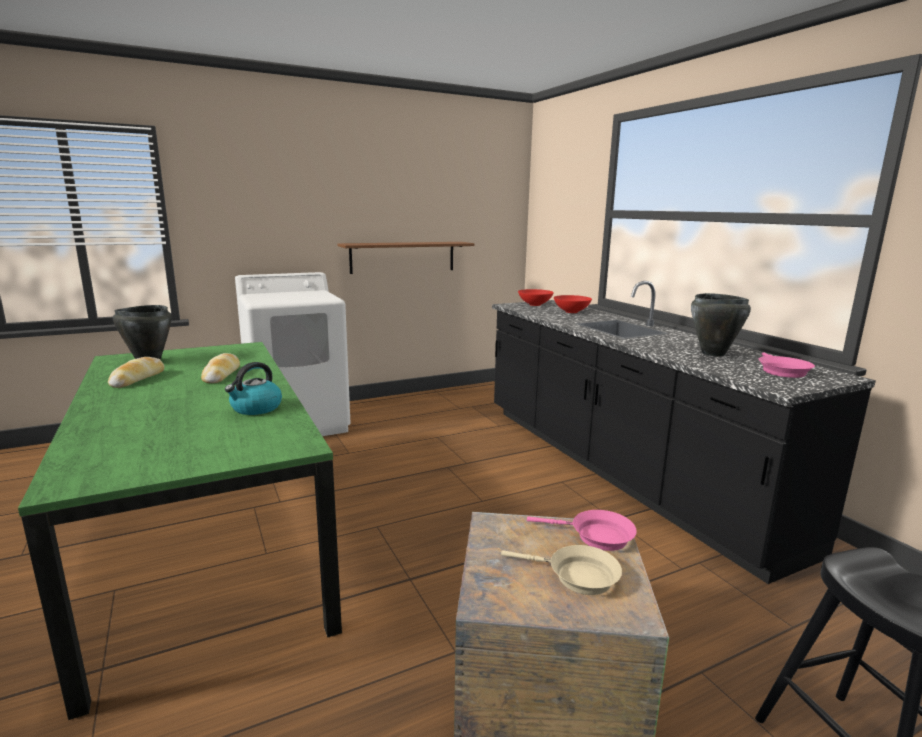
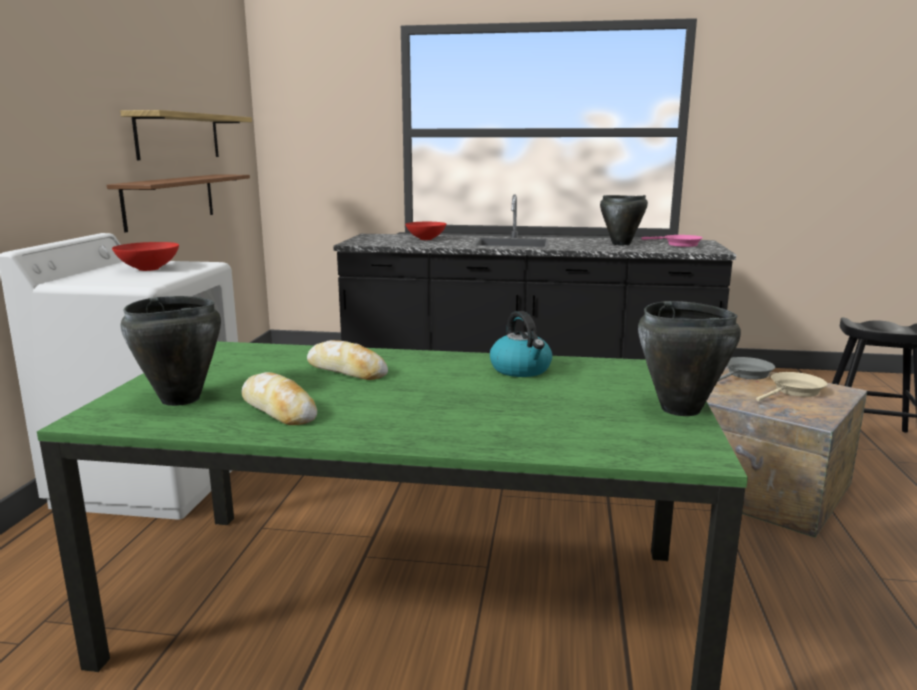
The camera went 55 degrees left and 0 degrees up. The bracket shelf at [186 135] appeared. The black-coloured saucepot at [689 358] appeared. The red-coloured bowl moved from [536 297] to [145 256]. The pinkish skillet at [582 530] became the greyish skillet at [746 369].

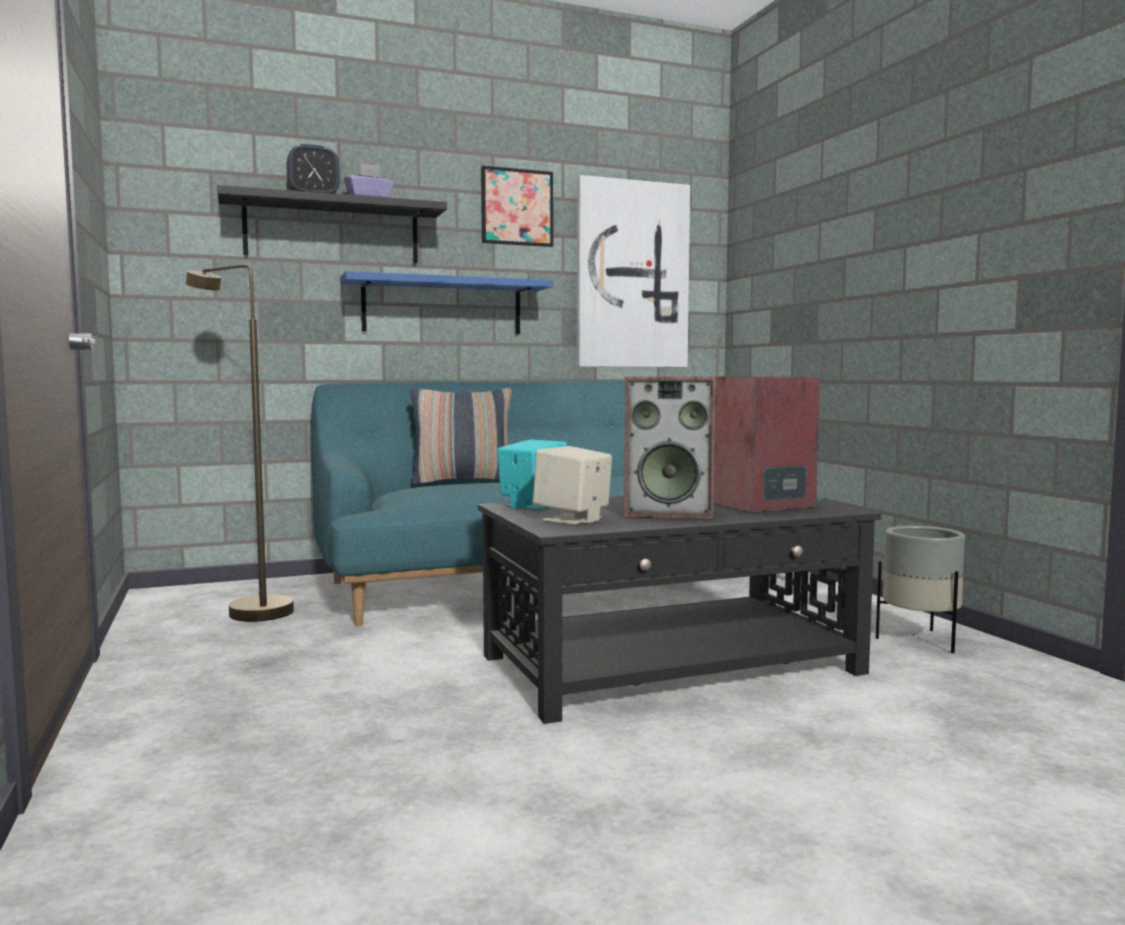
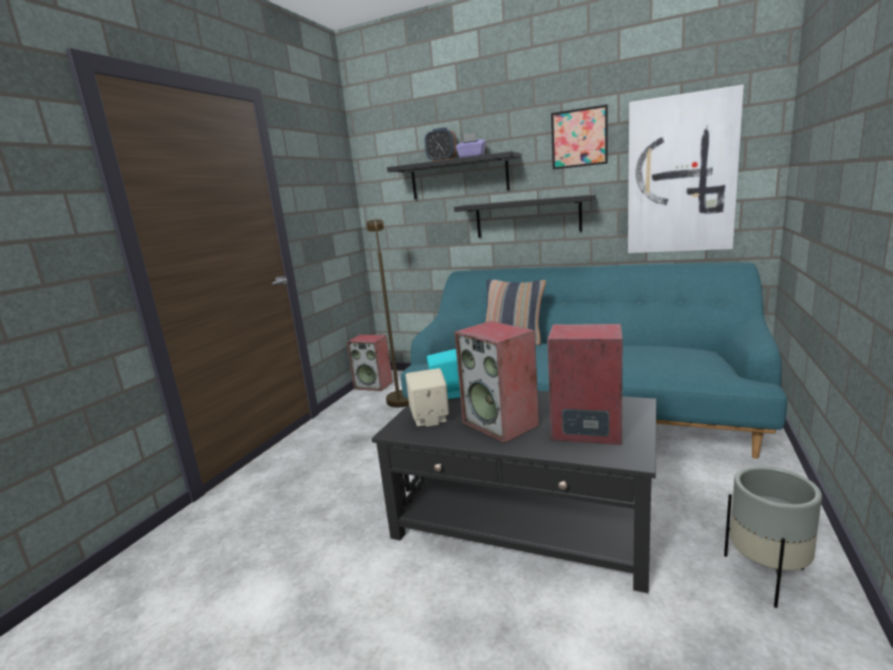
The camera went 45 degrees right and 10 degrees up. The speaker at [370 363] appeared. The blue bracket shelf at [446 302] became the black-coloured bracket shelf at [525 216].

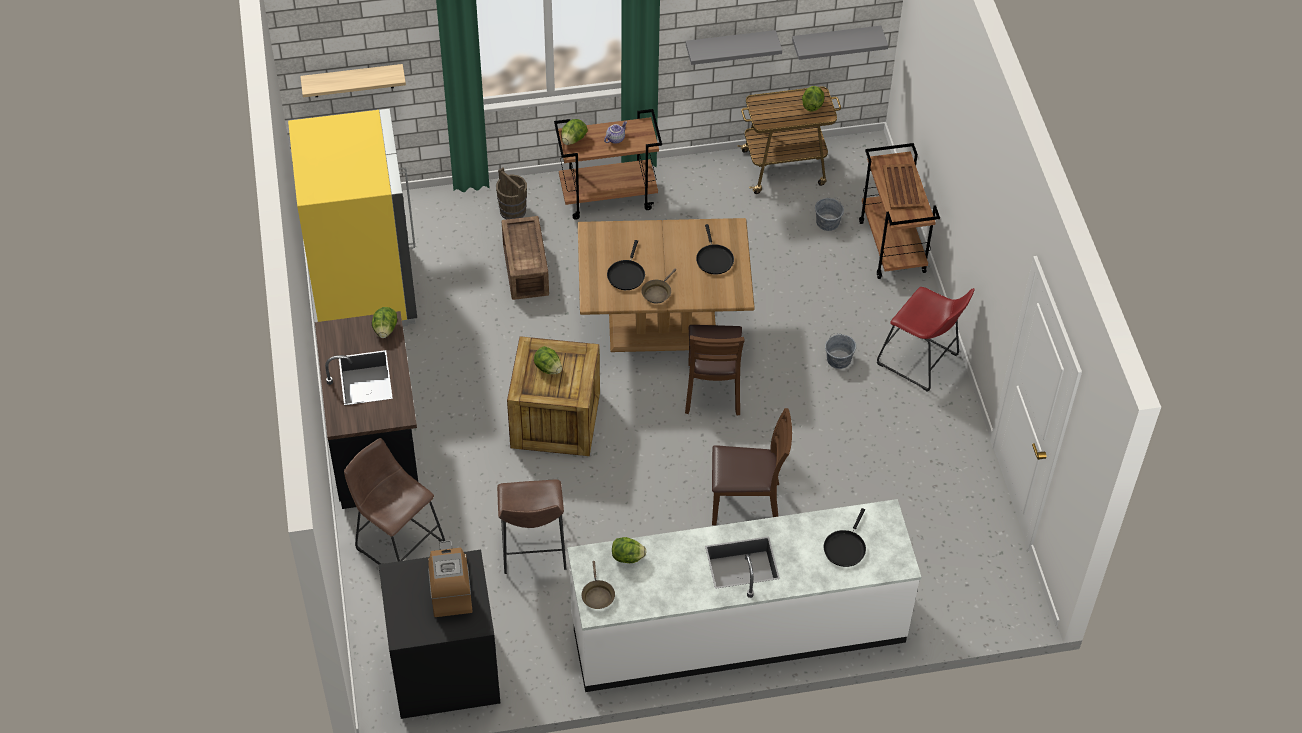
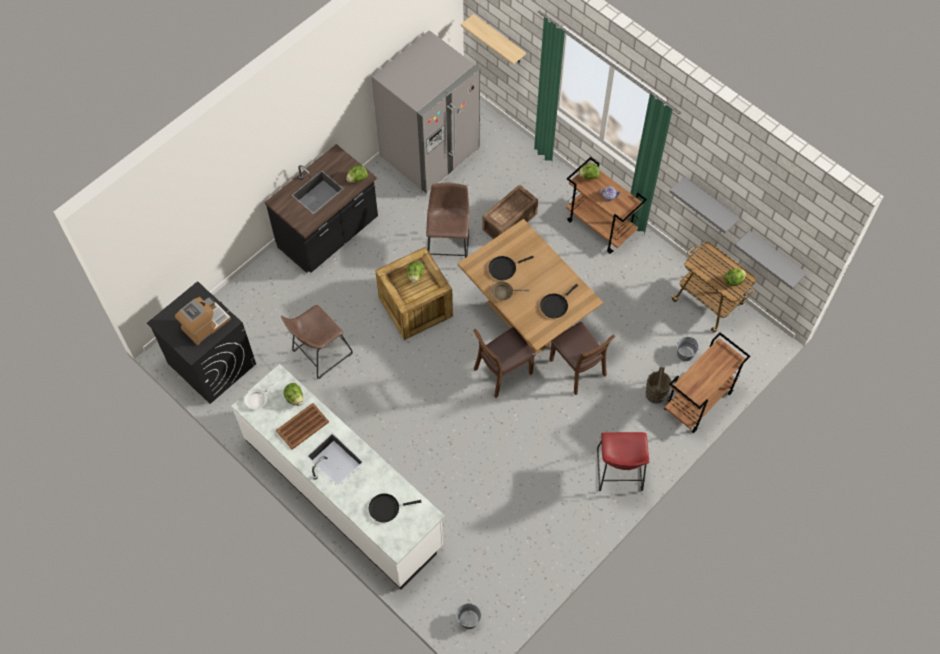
The camera went 55 degrees right and 10 degrees up. The brown stool moved from [394 501] to [448 220]. The brown pail moved from [511 193] to [658 385]. The brown upright chair moved from [752 466] to [582 358]. The greyish pail moved from [840 351] to [469 616]. The brown tray moved from [903 187] to [302 426]. The yellowish kitchen fridge at [352 217] became the greyish kitchen fridge at [425 112]. The brown skillet at [598 585] became the white-coloured skillet at [261 395].

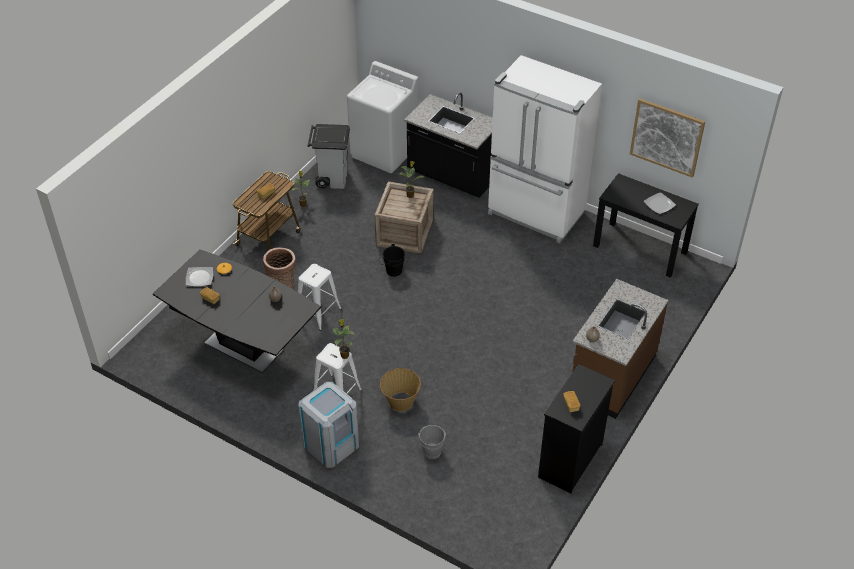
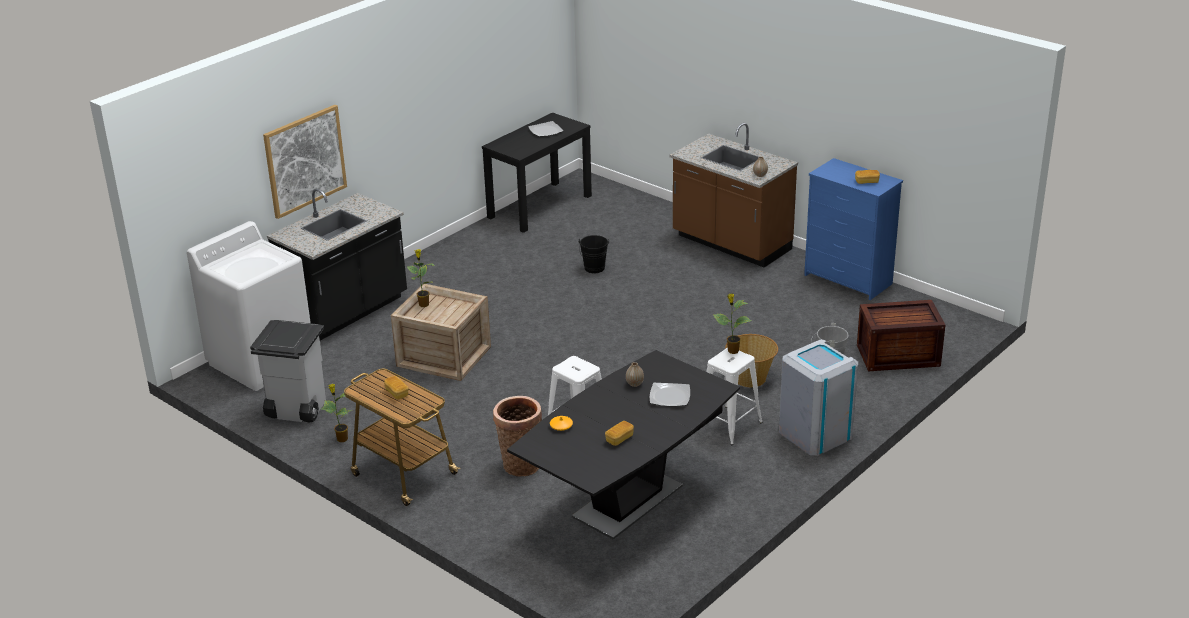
The camera went 80 degrees left and 15 degrees down. The white-coloured kitchen fridge at [545 149] disappeared. The shipping crate at [901 335] appeared. The flat dish moved from [199 277] to [670 395]. The black-coloured pail moved from [392 260] to [594 254]. The picture moved from [667 138] to [305 162]. The black-coloured dresser at [576 429] became the blue dresser at [853 229].

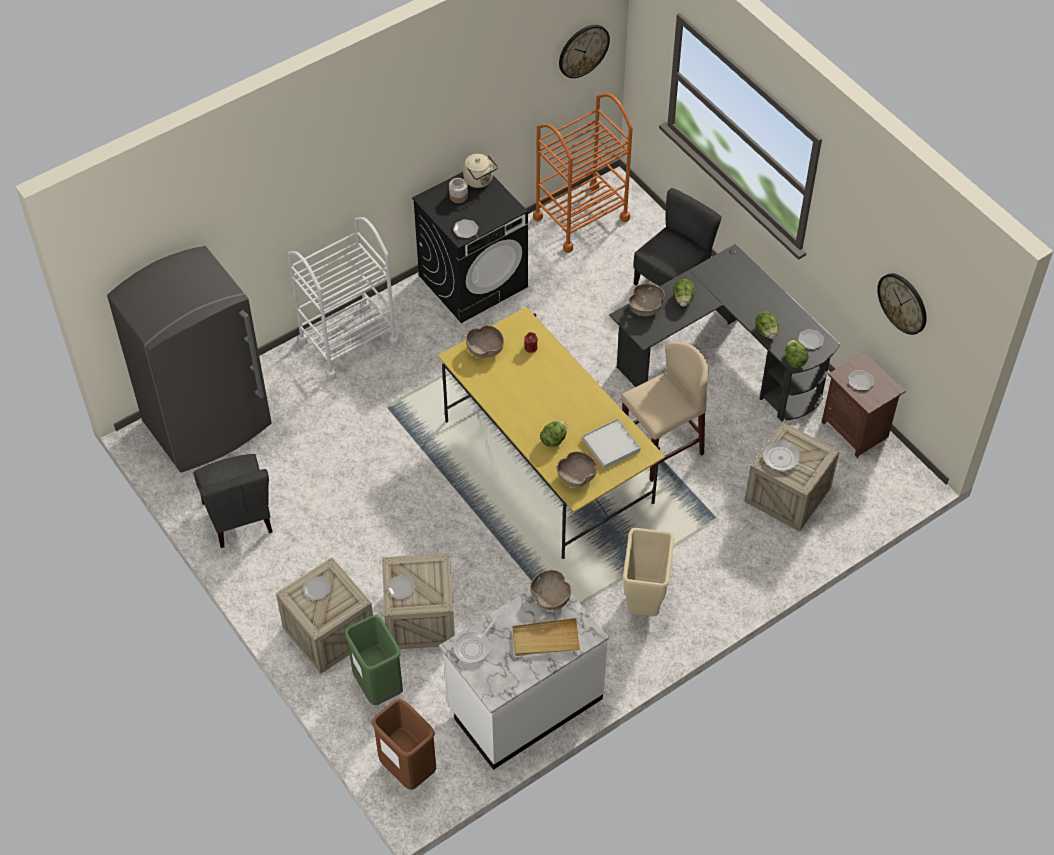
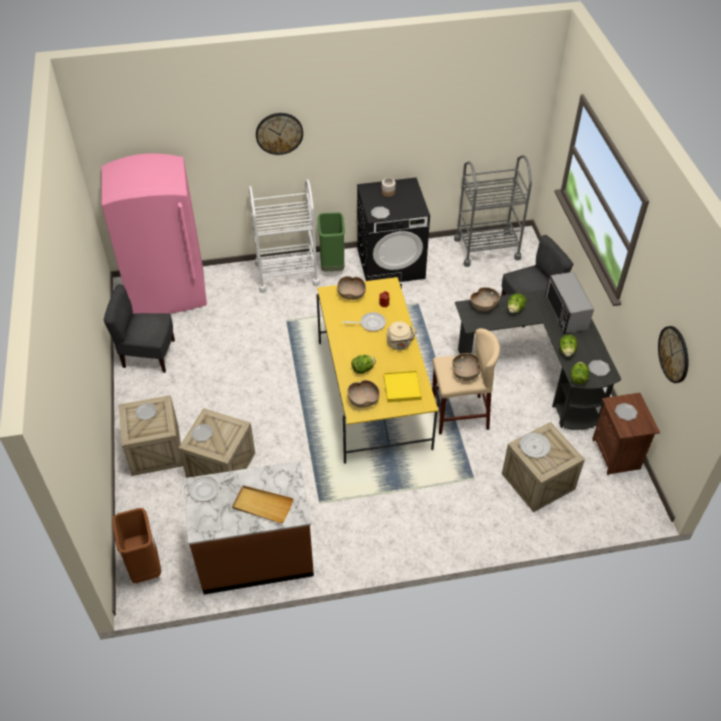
The camera went 25 degrees right and 5 degrees down. The sand-coloured trash can at [649 572] disappeared. The skillet at [364 321] appeared. The kitchen microwave at [569 302] appeared. The greenish trash can moved from [374 660] to [331 242]. The sand-coloured kettle moved from [480 171] to [402 335]. The brown bowl moved from [550 590] to [466 367]. The hanging clock moved from [584 51] to [279 134]. The greyish kitchen fridge at [189 359] became the pinkish kitchen fridge at [154 234]. The white-coloured kitchen counter at [524 680] became the brown kitchen counter at [249 527]. The orange wheeled cart at [583 173] became the greyish wheeled cart at [493 211]. The white-coloured tray at [611 444] became the yellowish tray at [403 386]. The greyish upright chair at [232 501] turned 90 degrees clockwise.

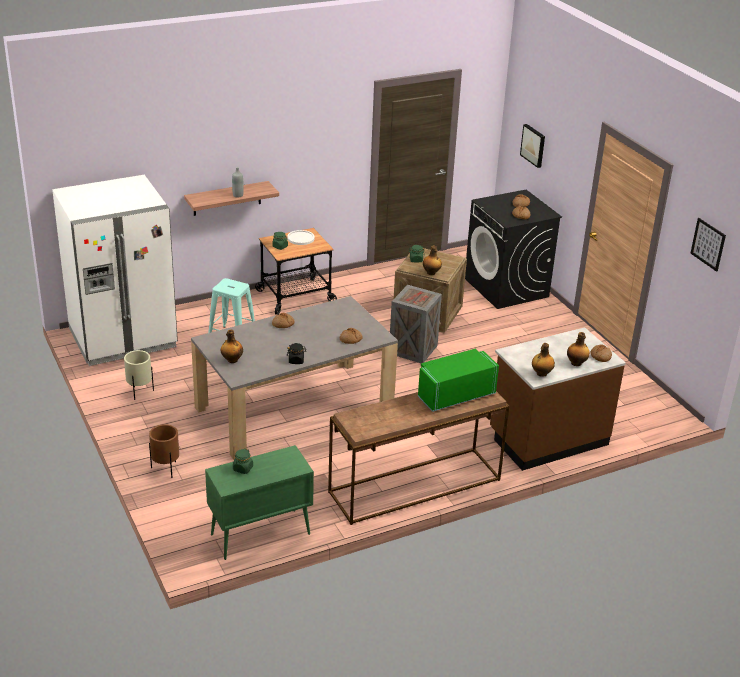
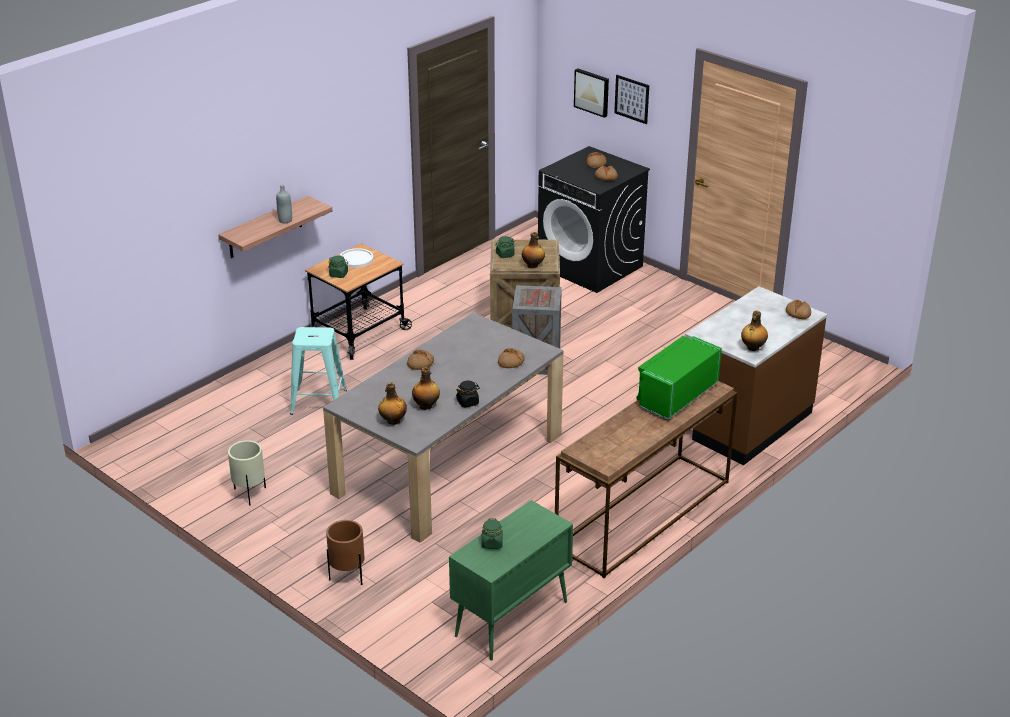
The camera went 20 degrees left and 0 degrees up. The white-coloured kitchen fridge at [115 270] disappeared. The bottle moved from [578 349] to [426 388]. The picture moved from [708 245] to [631 99].

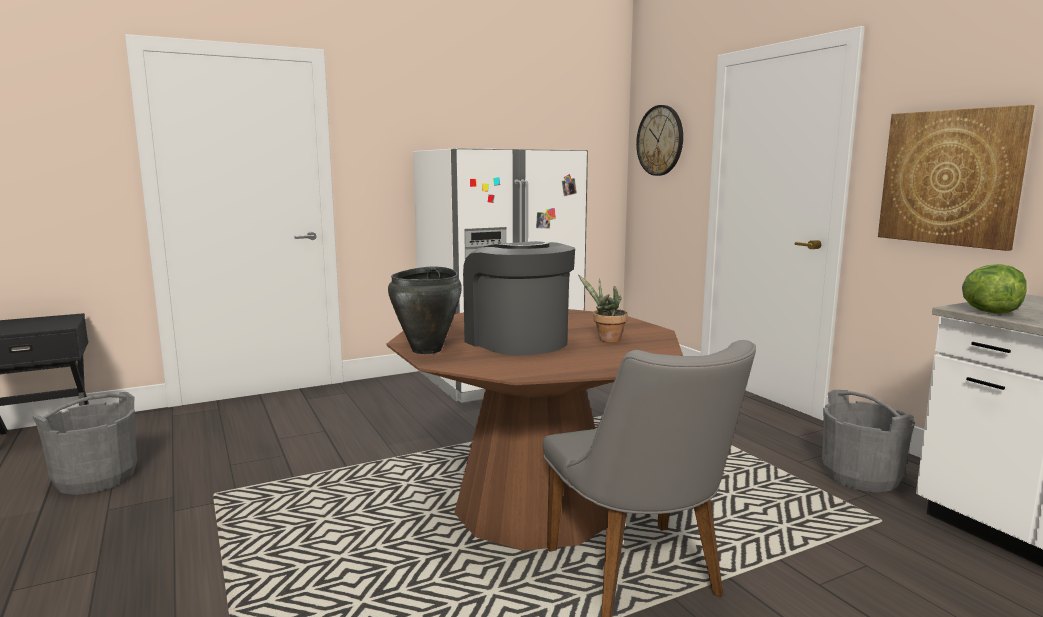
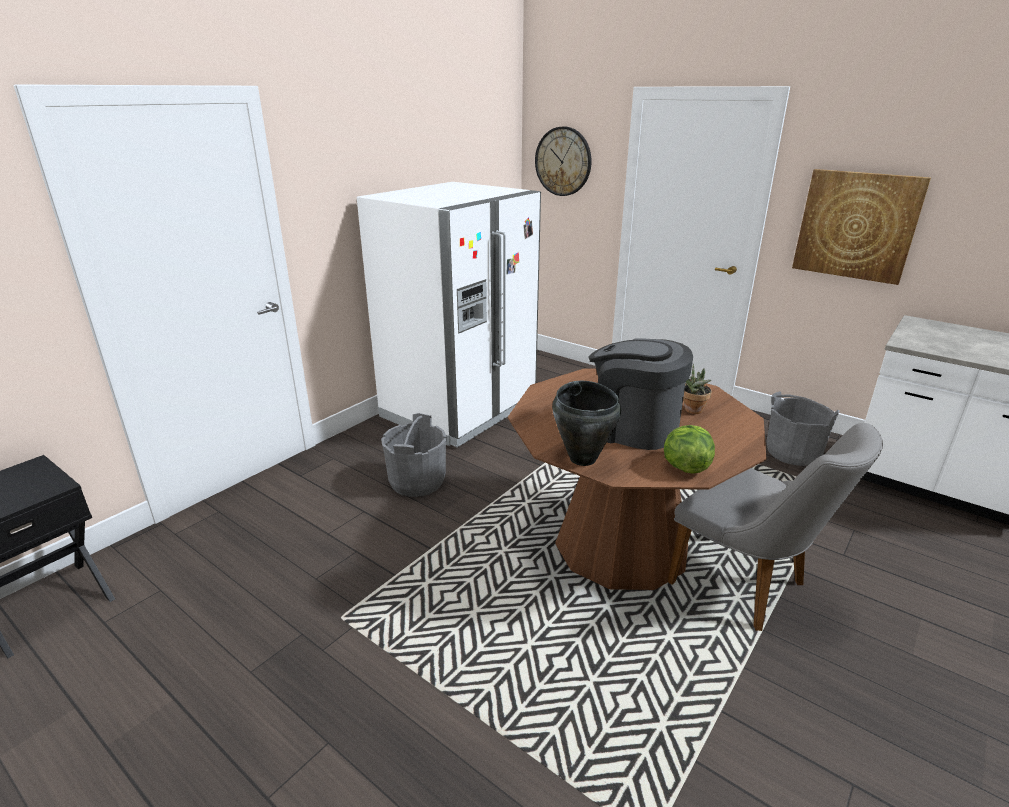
The camera went 25 degrees left and 15 degrees up. The greyish pail moved from [84 443] to [413 455]. The lettuce head moved from [994 289] to [689 449].

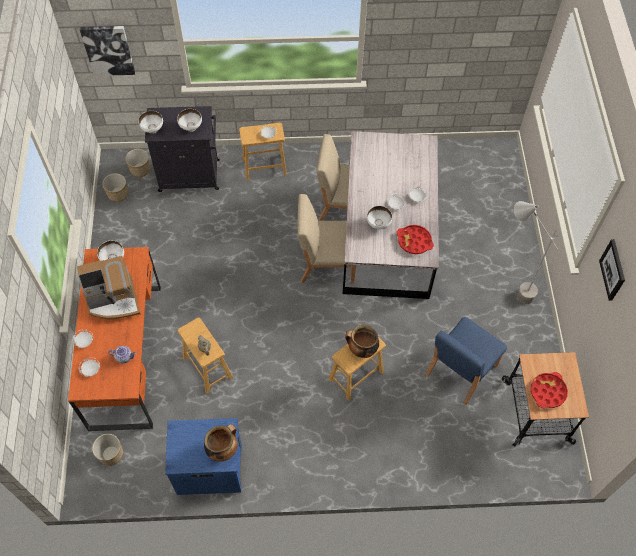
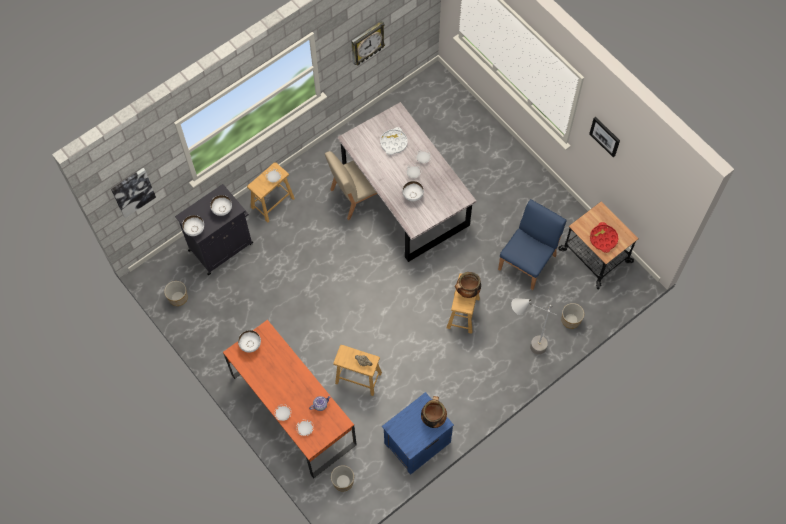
The camera went 35 degrees left and 5 degrees up. The coffee machine at [108 288] disappeared. The sand-coloured upright chair at [327 238] disappeared. The red-coloured tray at [415 239] disappeared. The hanging clock at [368 43] appeared. The white-coloured tray at [394 141] appeared. The plant pot moved from [137 163] to [572 316]. The greyish floor lamp moved from [536 252] to [533 326]. The blue upright chair at [466 361] turned 150 degrees counterclockwise.

